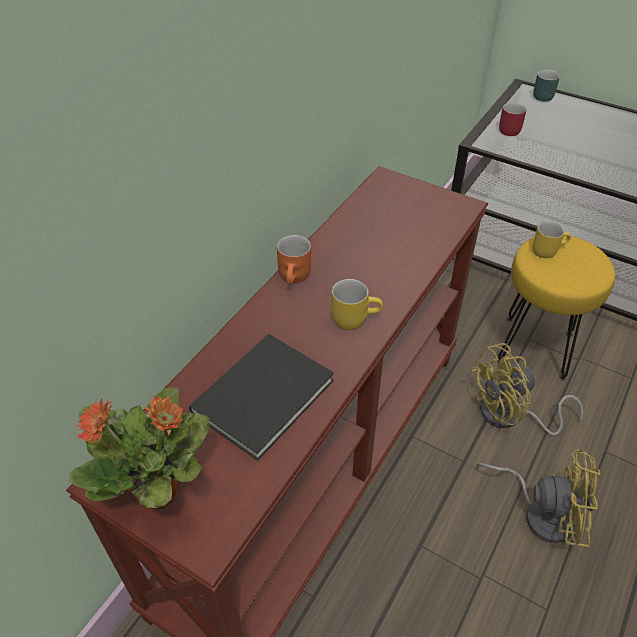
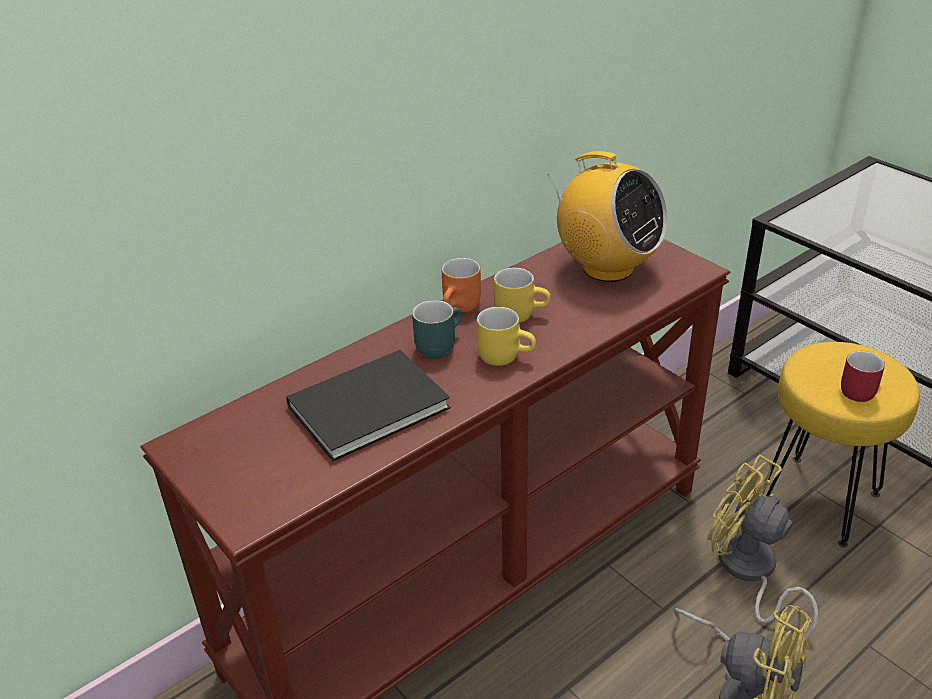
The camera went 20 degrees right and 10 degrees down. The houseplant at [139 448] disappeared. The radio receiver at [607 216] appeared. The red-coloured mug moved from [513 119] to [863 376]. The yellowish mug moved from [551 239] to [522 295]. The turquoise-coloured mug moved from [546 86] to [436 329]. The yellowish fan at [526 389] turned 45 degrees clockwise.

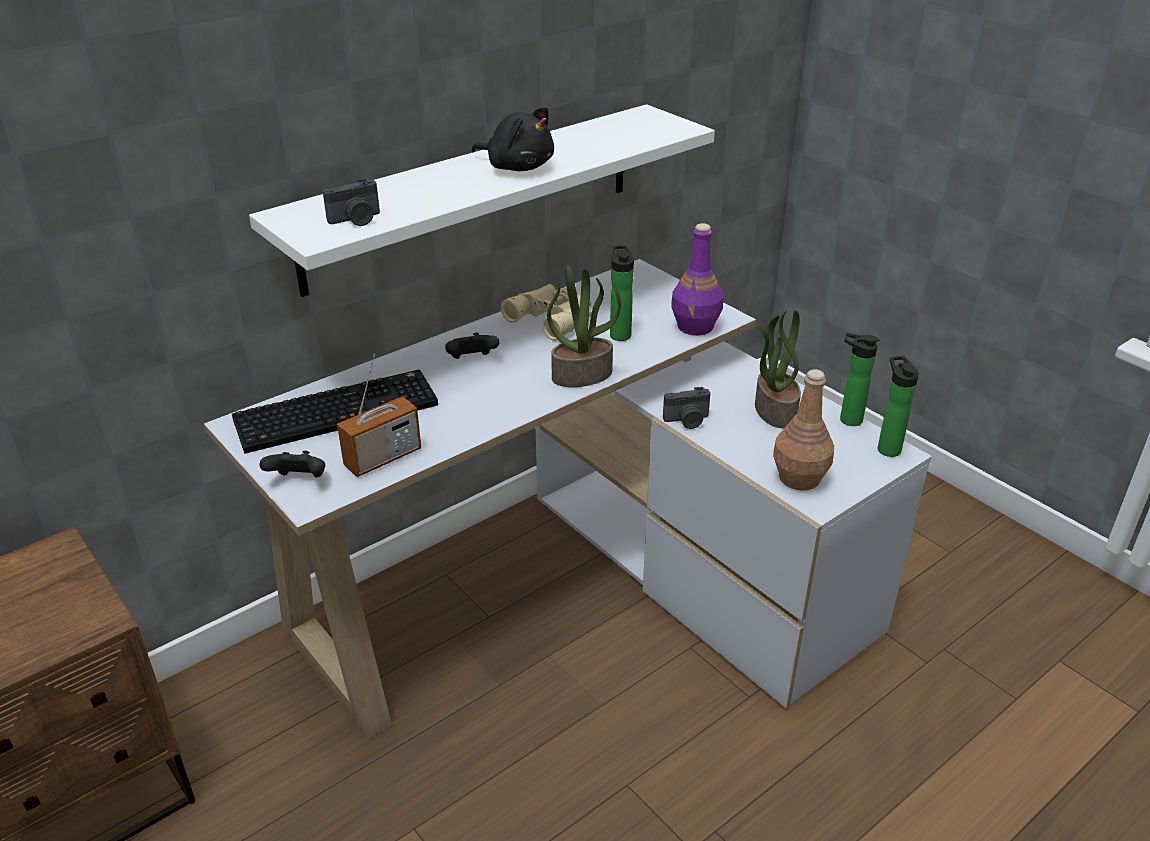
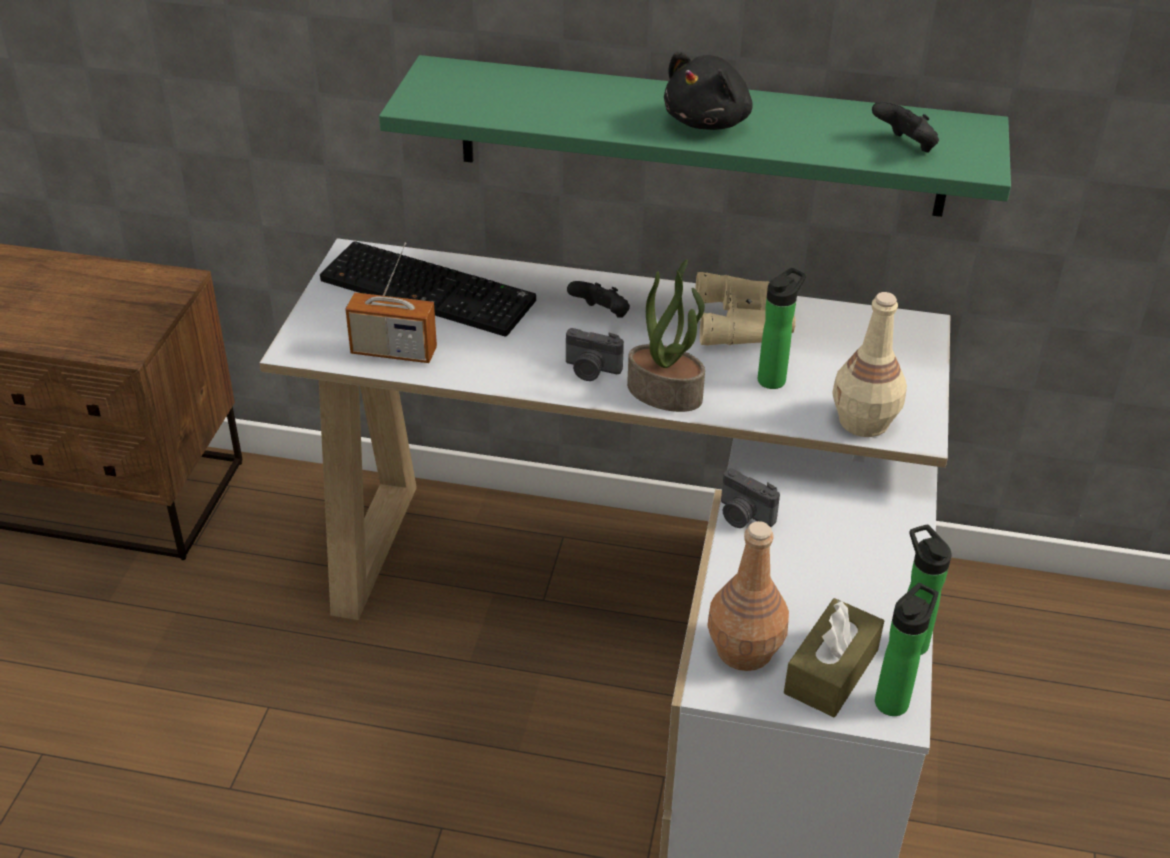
The camera went 50 degrees right and 5 degrees up. The houseplant at [778 369] disappeared. The brown tissue box at [834 657] appeared. The black-coloured gamepad moved from [292 464] to [905 127]. The still camera moved from [351 202] to [595 354]. The white-coloured bracket shelf at [482 200] became the greenish bracket shelf at [695 136]. The purple-coloured bottle at [697 279] became the sand-coloured bottle at [869 364]. The black-coloured plush toy at [513 139] turned 45 degrees clockwise.

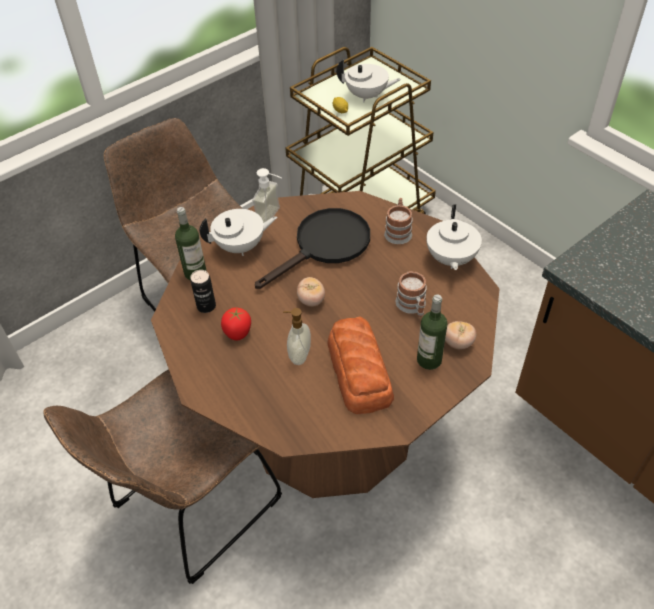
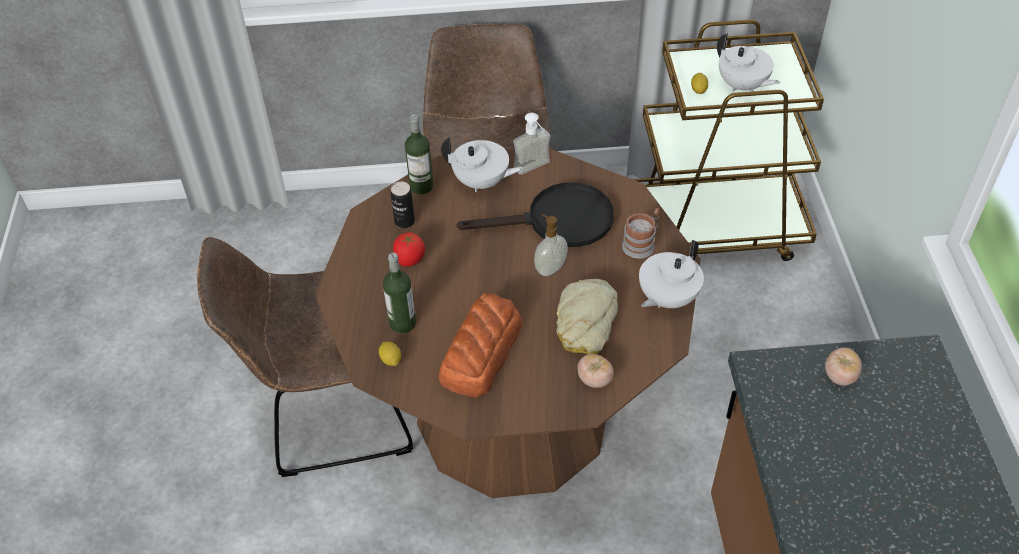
The camera went 35 degrees right and 0 degrees up. The whole lemon at [390 353] appeared. The liquid soap bottle moved from [297 336] to [551 245]. The fresh tomato moved from [311 292] to [843 366]. The bottle moved from [432 332] to [399 293]. The mug at [411 294] was replaced by the bakery bread at [587 317].

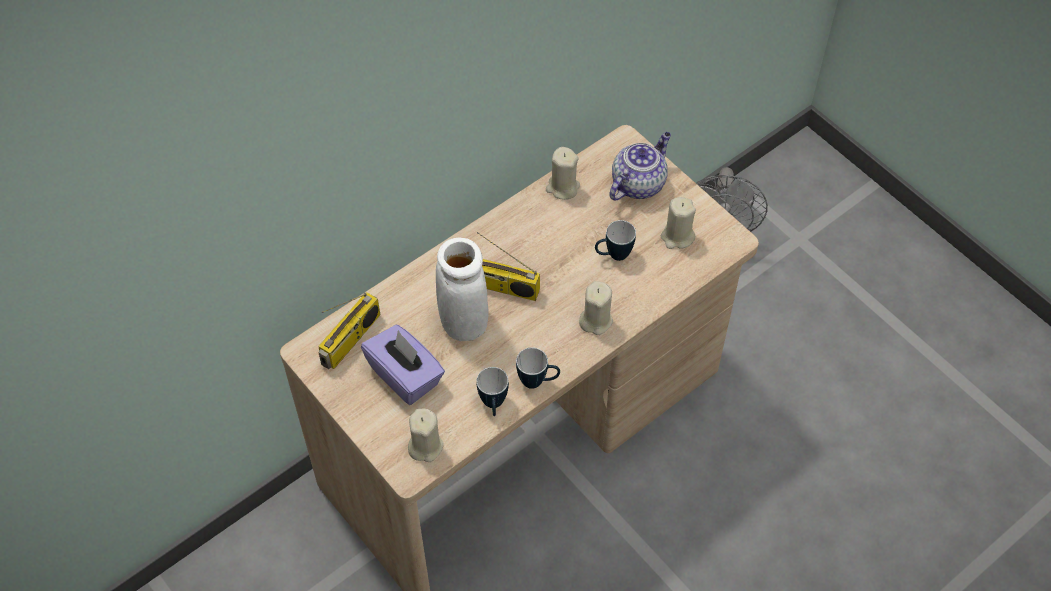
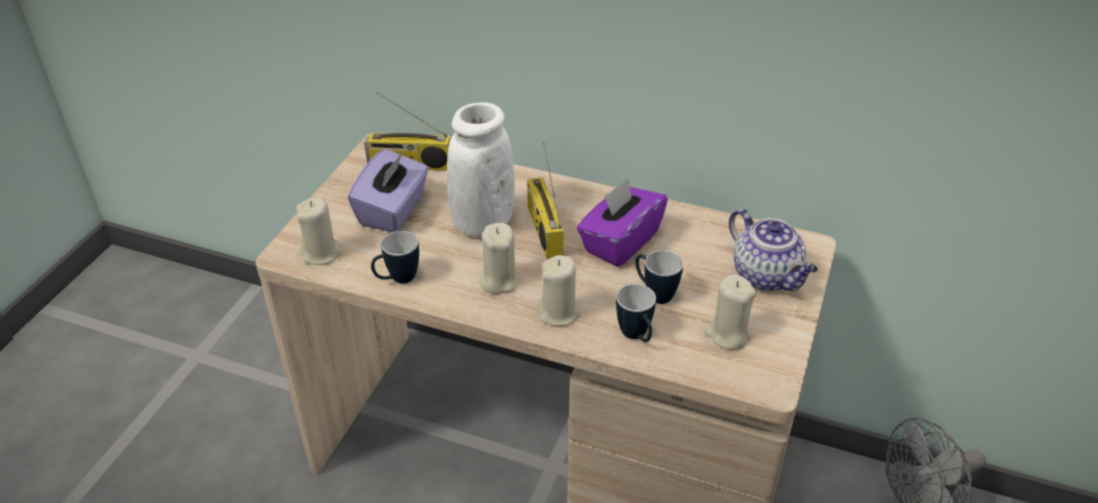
The camera went 60 degrees right and 15 degrees down. The purple-coloured tissue box at [622 222] appeared. The mug moved from [538 368] to [636 313]. The sand-coloured wax candle moved from [563 173] to [499 258]. The tea pot at [640 166] turned 45 degrees clockwise.

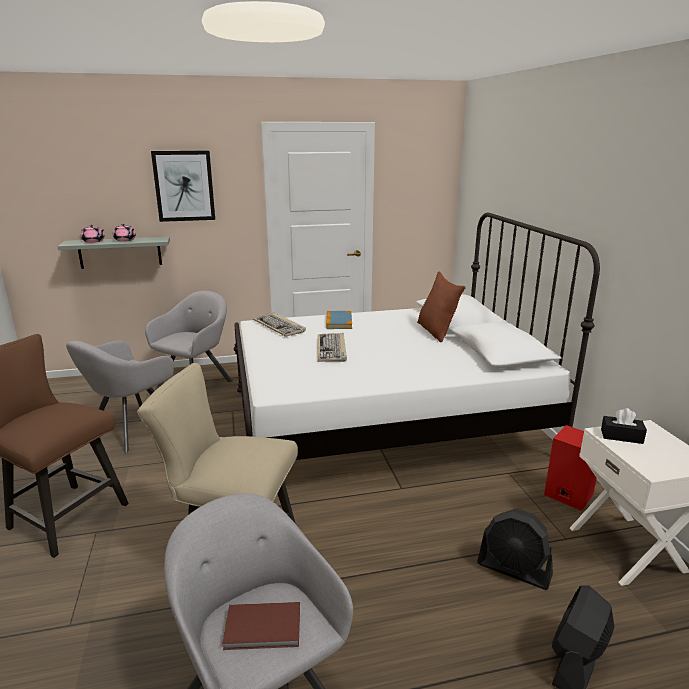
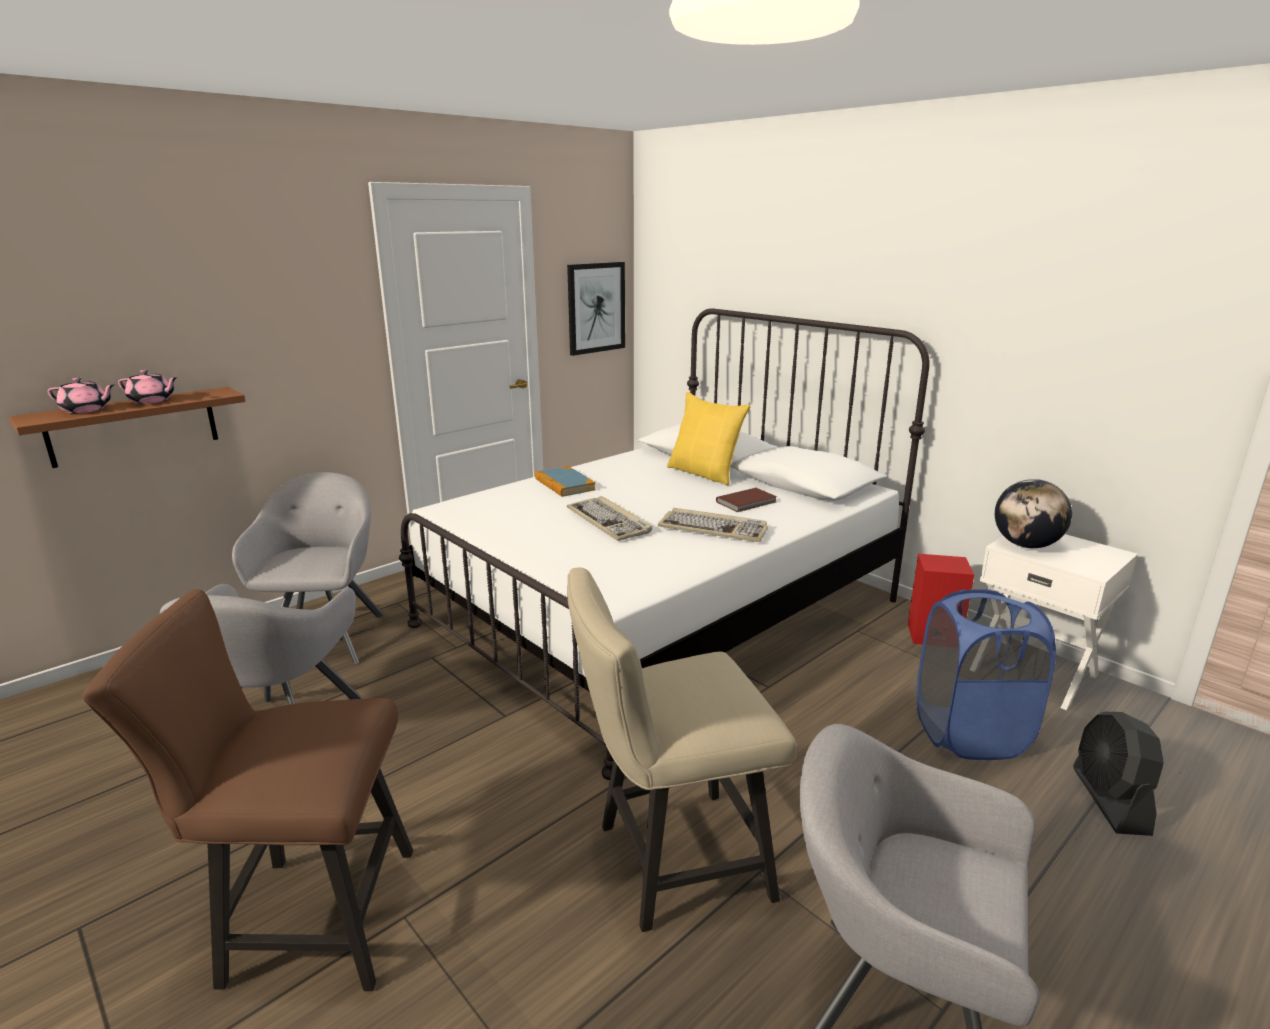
The camera went 30 degrees left and 0 degrees up. The picture moved from [183 186] to [596 309]. The brown volume moved from [261 626] to [746 500]. The keyboard moved from [279 325] to [713 525]. The black-coloured fan at [515 549] was replaced by the blue laundry basket at [986 674]. The black-coloured tissue box at [624 426] was replaced by the globe at [1033 513]. The greyish bracket shelf at [113 253] became the brown bracket shelf at [127 427]. The brown cushion at [441 307] became the yellowish cushion at [709 438].

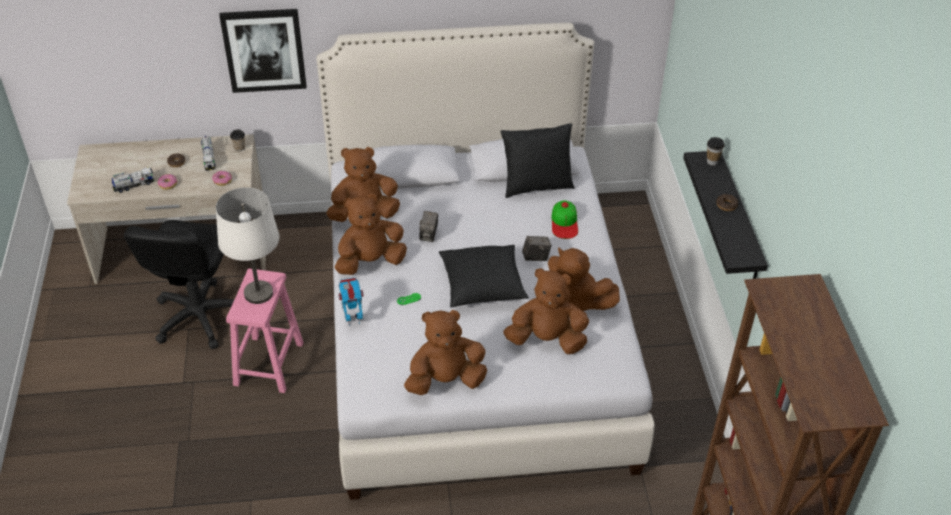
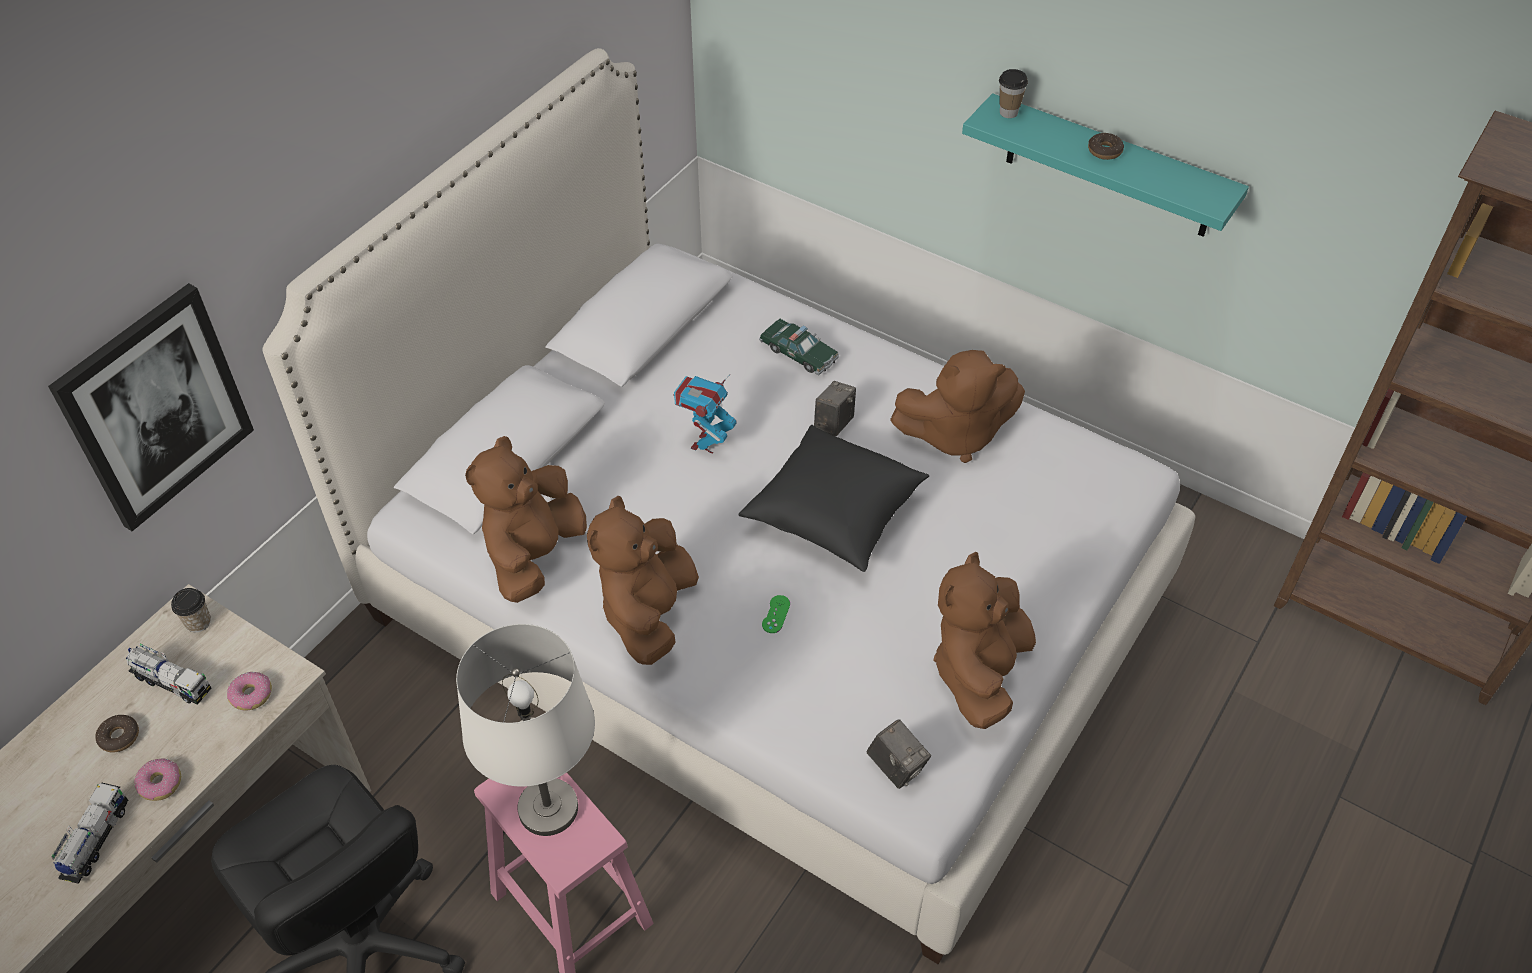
The camera went 50 degrees left and 5 degrees up. The black-coloured cushion at [538 160] disappeared. The brown plush toy at [546 311] disappeared. The robot figure moved from [351 301] to [705 414]. The still camera moved from [428 226] to [899 754]. The cap at [564 219] was replaced by the miniature car at [799 347]. The black-coloured bracket shelf at [725 215] became the turquoise-coloured bracket shelf at [1105 165].

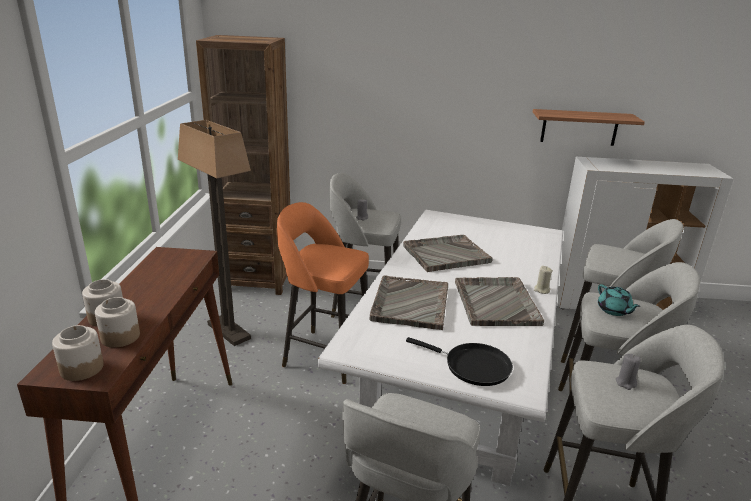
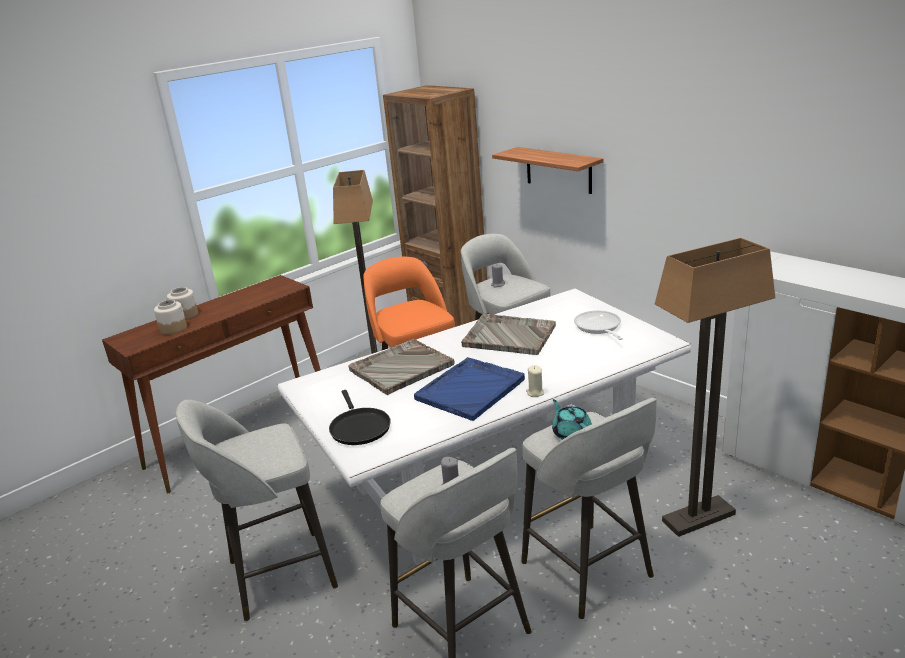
The camera went 45 degrees right and 0 degrees up. The preserve jar at [78 353] disappeared. The skillet at [598 325] appeared. The bracket shelf moved from [589 127] to [548 170]. The greyish stool at [622 291] was replaced by the floor lamp at [715 387]. The greyish tray at [499 301] became the blue tray at [469 389]. The turquoise-coloured tea pot at [619 300] turned 135 degrees clockwise.

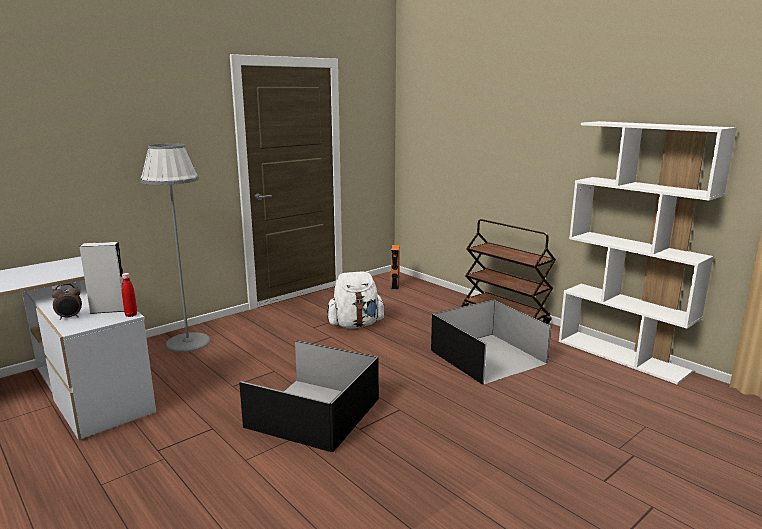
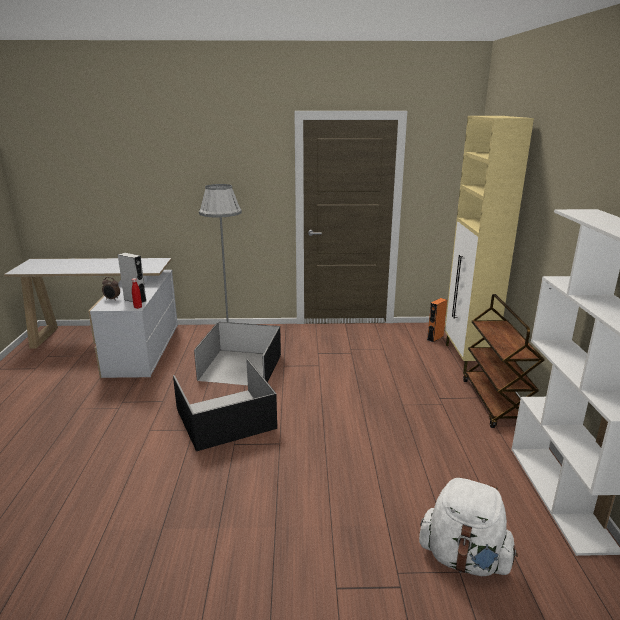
The camera went 40 degrees right and 5 degrees up. The sand-coloured cabinet at [489 245] appeared. The white-coloured knapsack moved from [356 300] to [468 526]. The black-coloured storage container moved from [491 342] to [237 353].

